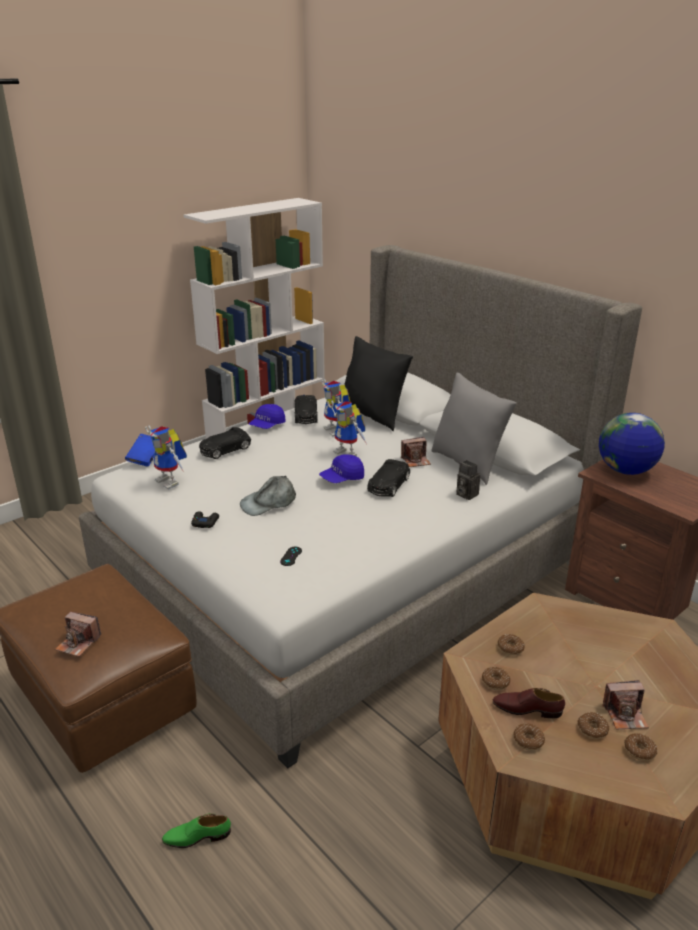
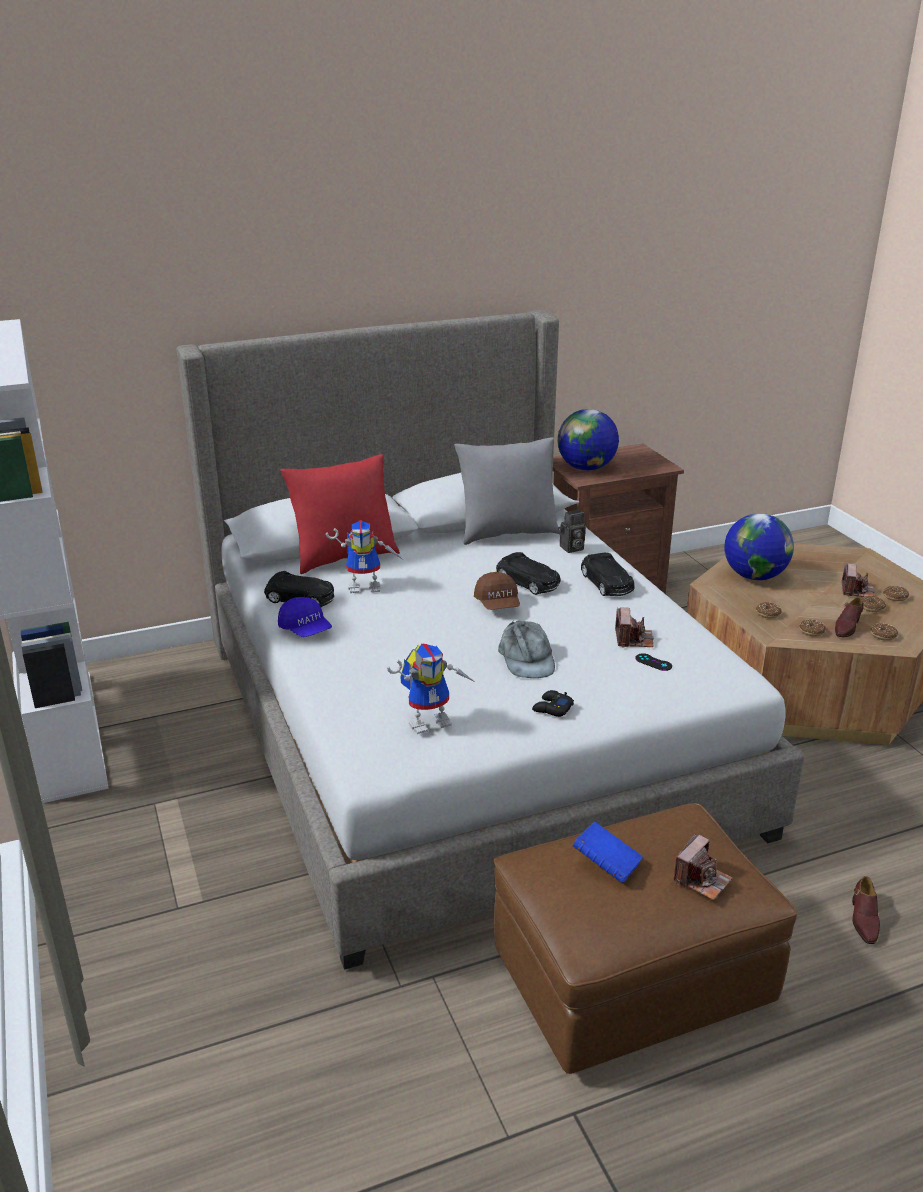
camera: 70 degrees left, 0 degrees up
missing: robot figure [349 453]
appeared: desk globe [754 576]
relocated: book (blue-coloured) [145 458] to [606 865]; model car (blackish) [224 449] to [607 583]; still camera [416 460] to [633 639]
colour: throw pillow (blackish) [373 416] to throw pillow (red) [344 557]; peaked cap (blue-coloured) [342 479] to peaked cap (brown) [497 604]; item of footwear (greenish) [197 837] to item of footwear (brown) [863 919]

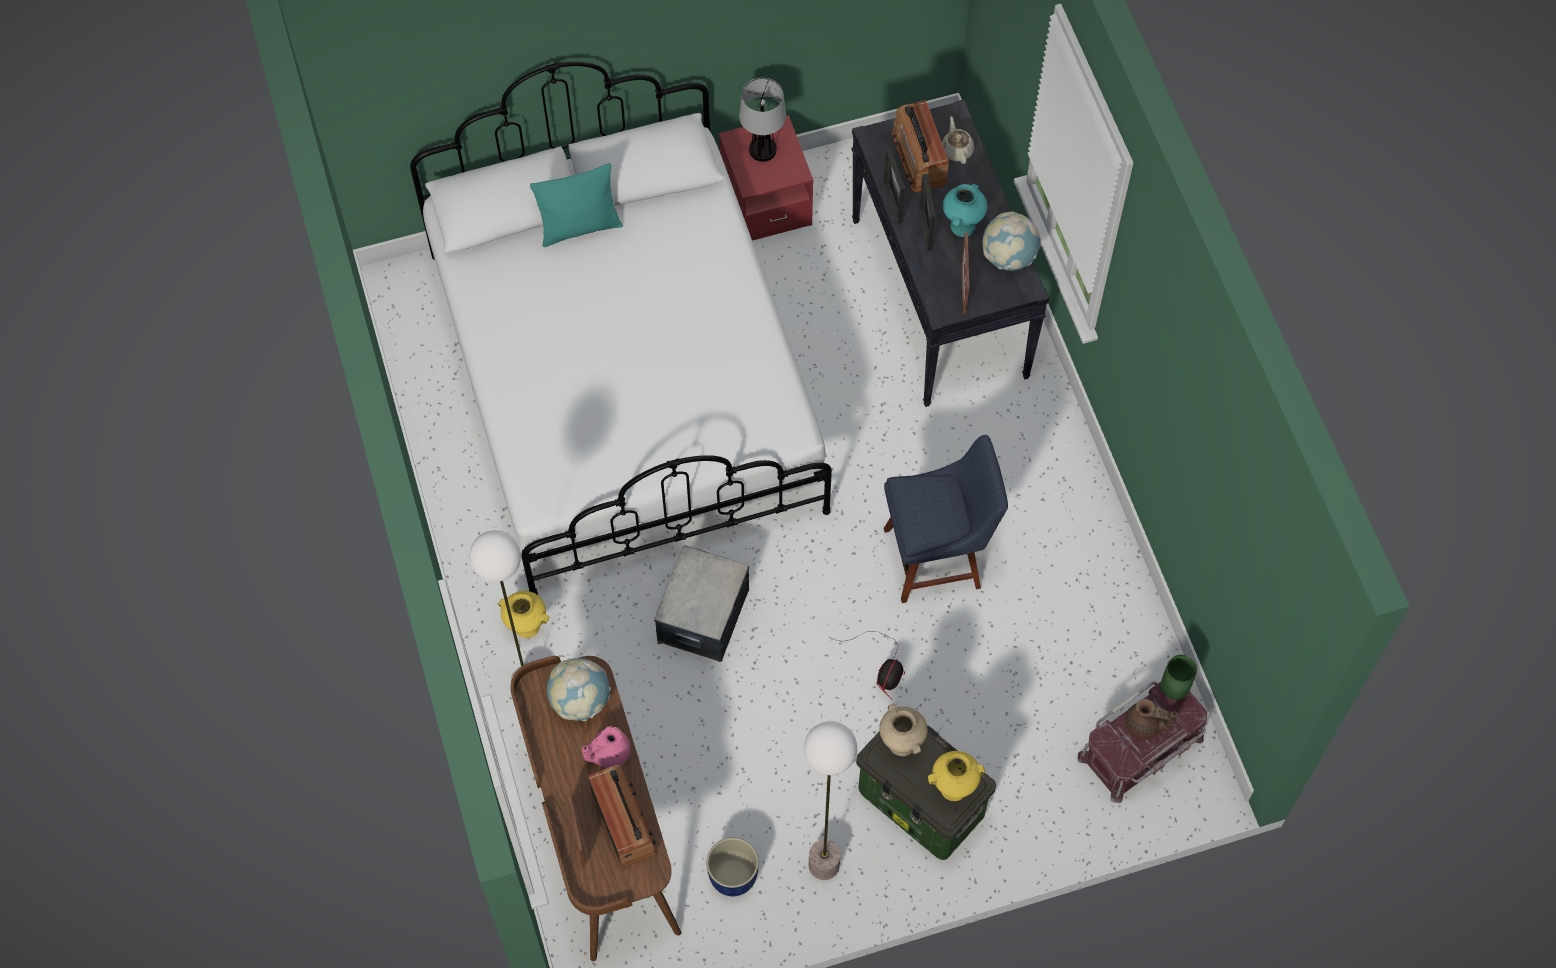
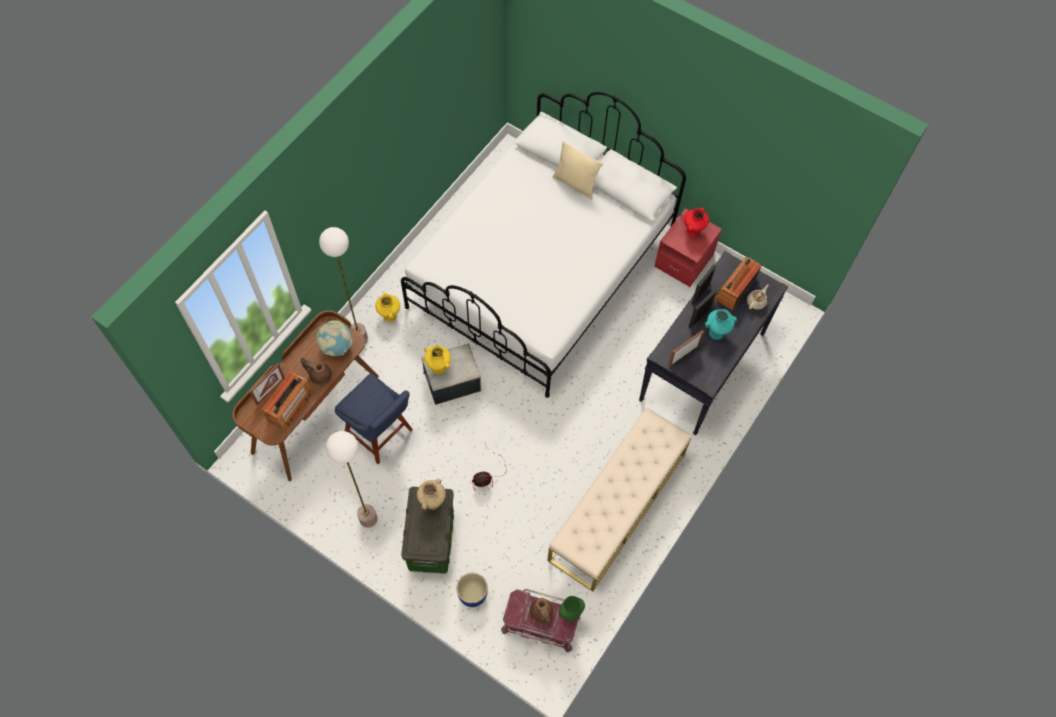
camera: 50 degrees right, 0 degrees up
missing: desk globe [1008 257]
appeared: indoor bench (beige-coloured) [617 507]
relocated: plain chair (blue-coloured) [938 557] to [381 434]; vase (yellow-coloured) [954 787] to [439 367]; flower pot (blue-coloured) [733 876] to [472 595]
exchanged: table lamp [763 150] to vase (red) [693 231]
colour: tea pot (pink) [608 753] to tea pot (brown) [320 375]; throw pillow (blue-green) [579 227] to throw pillow (beige-coloured) [575 184]

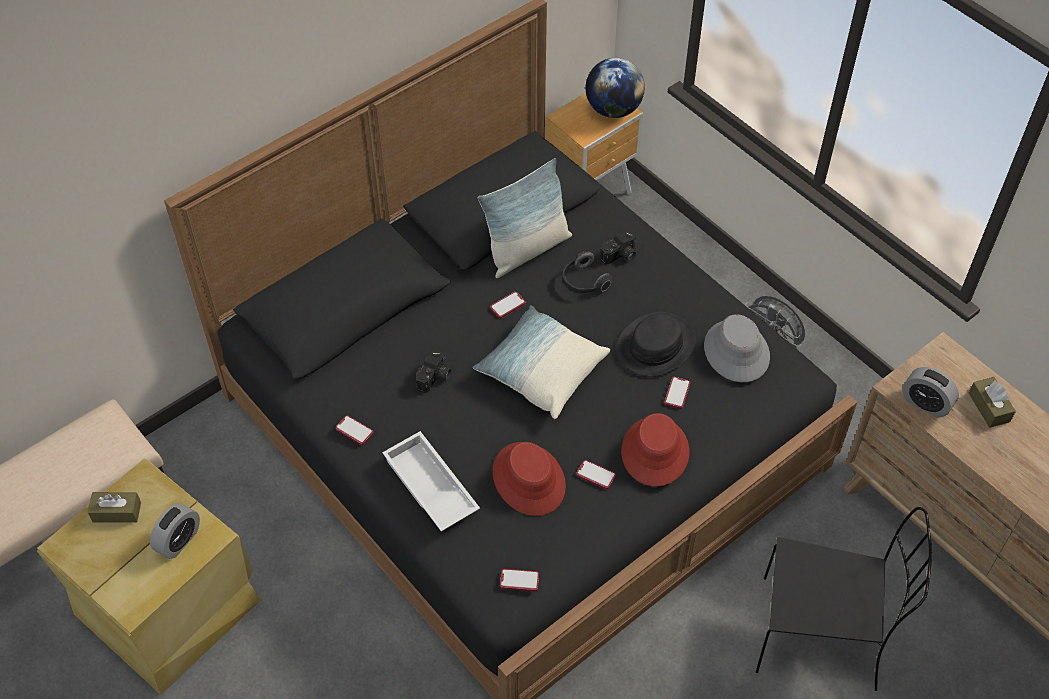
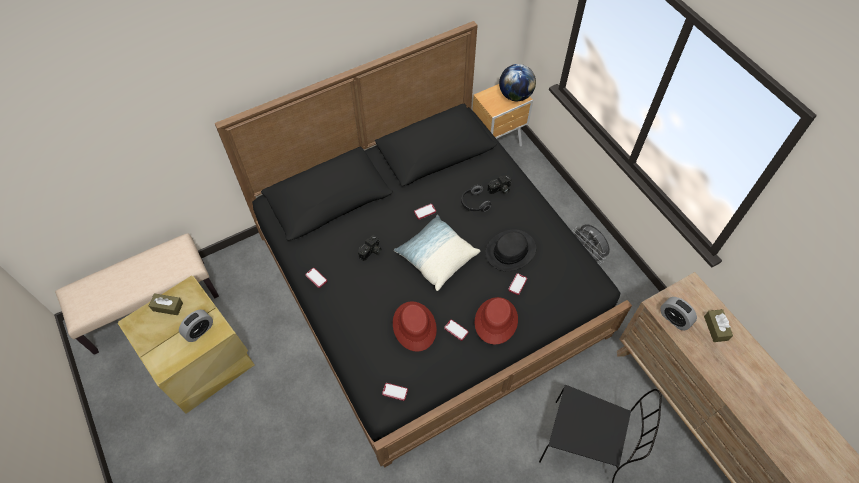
camera: 10 degrees right, 5 degrees up
missing: carrying tray (white-coloured) [429 487]; throw pillow [527 250]; hat (greyish) [736 352]

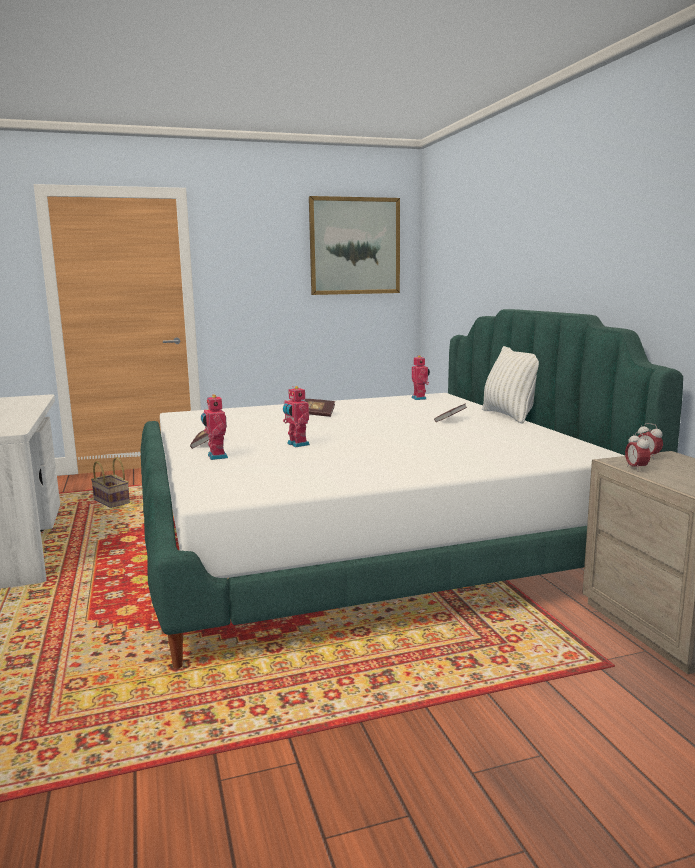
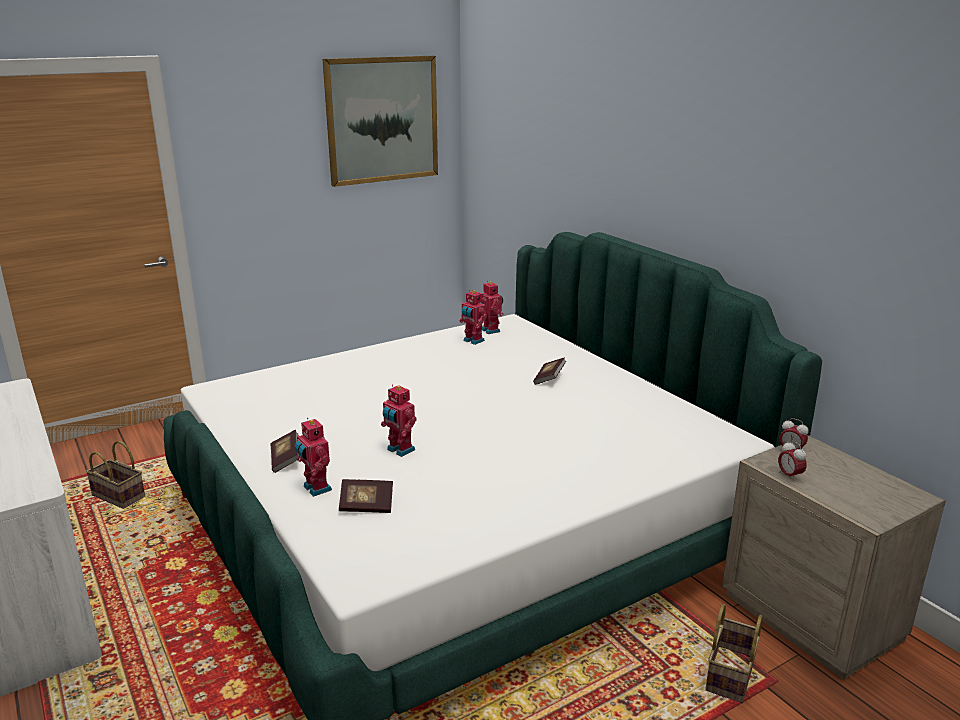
camera: 15 degrees left, 10 degrees up
missing: throw pillow (white-coloured) [510 416]
appeared: robot figure [473 341]; basket [731 677]
relocated: book [317 414] to [366 506]

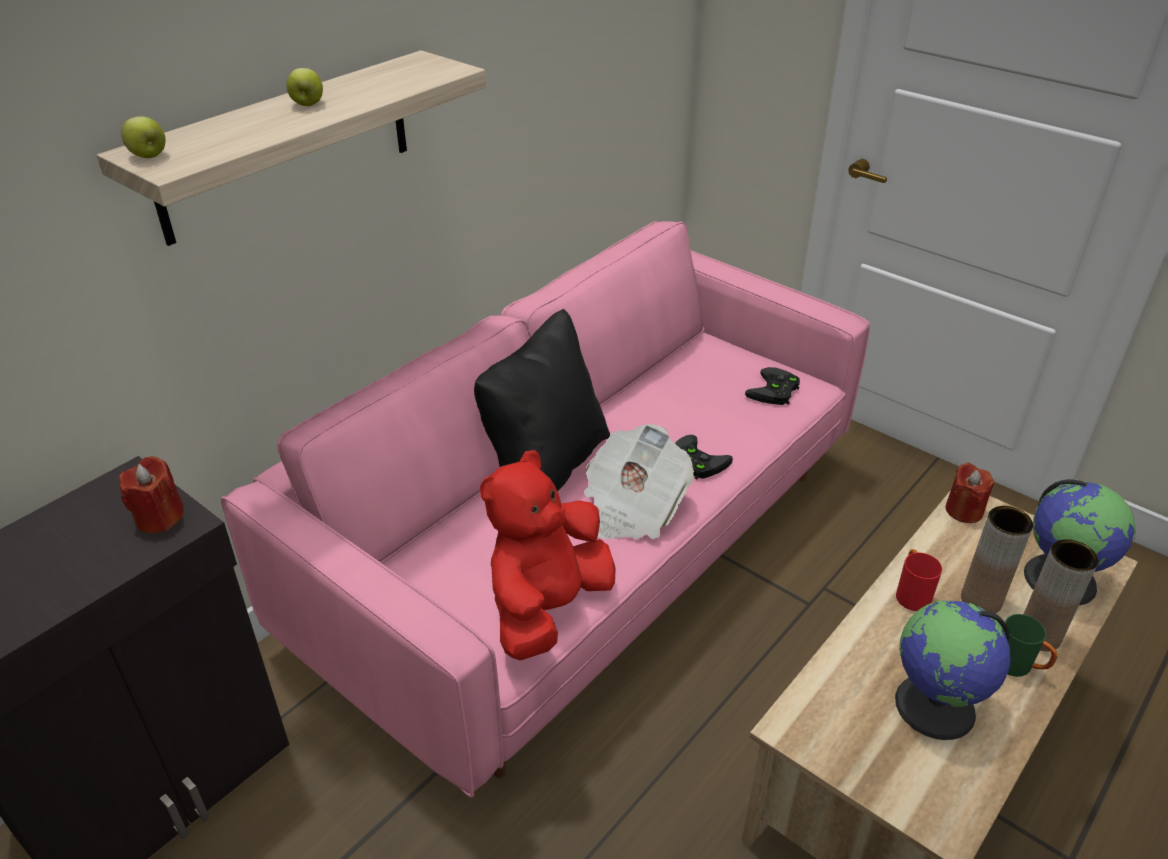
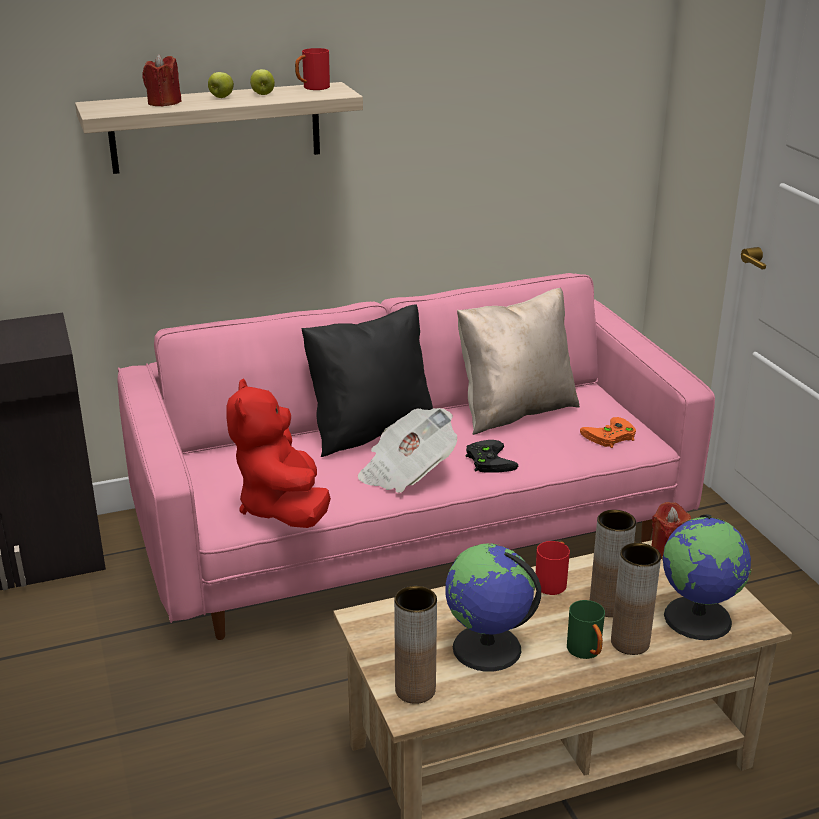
camera: 30 degrees right, 10 degrees down
appeared: mug (red) [312 88]; vase (brown) [415 690]; throw pillow (beige-coloured) [515 411]
relocated: candle (red) [159 517] to [164 103]; apple fruit [149 156] to [263 94]
colour: gamepad (blackish) [774 391] to gamepad (orange) [609 437]
spun: cuddly toy (red) [547 608] = [283 508] 75 degrees counterclockwise

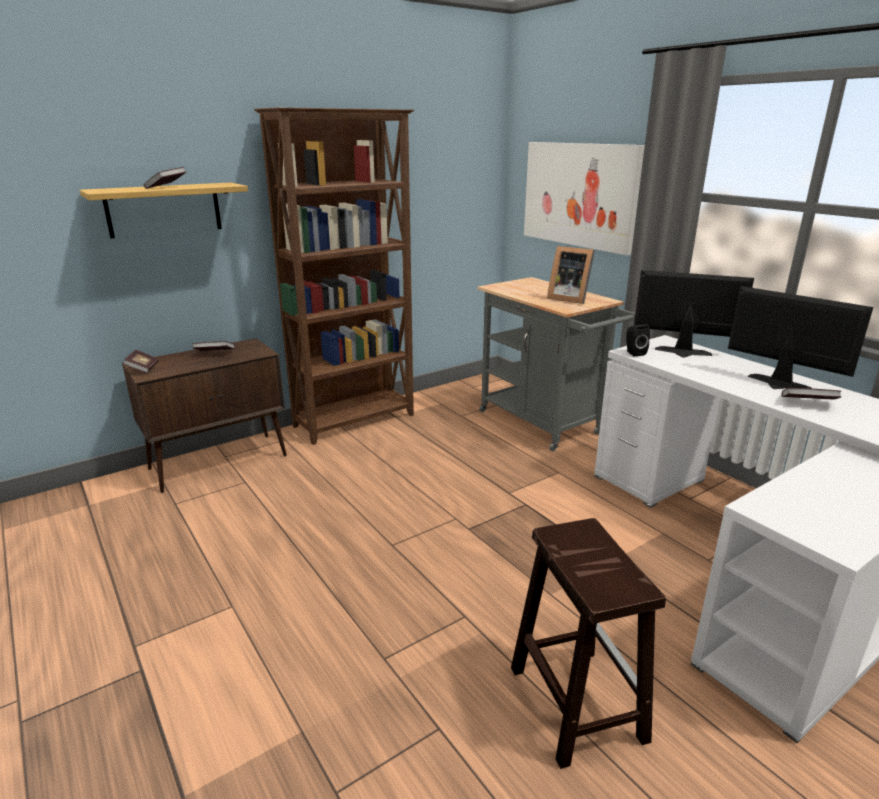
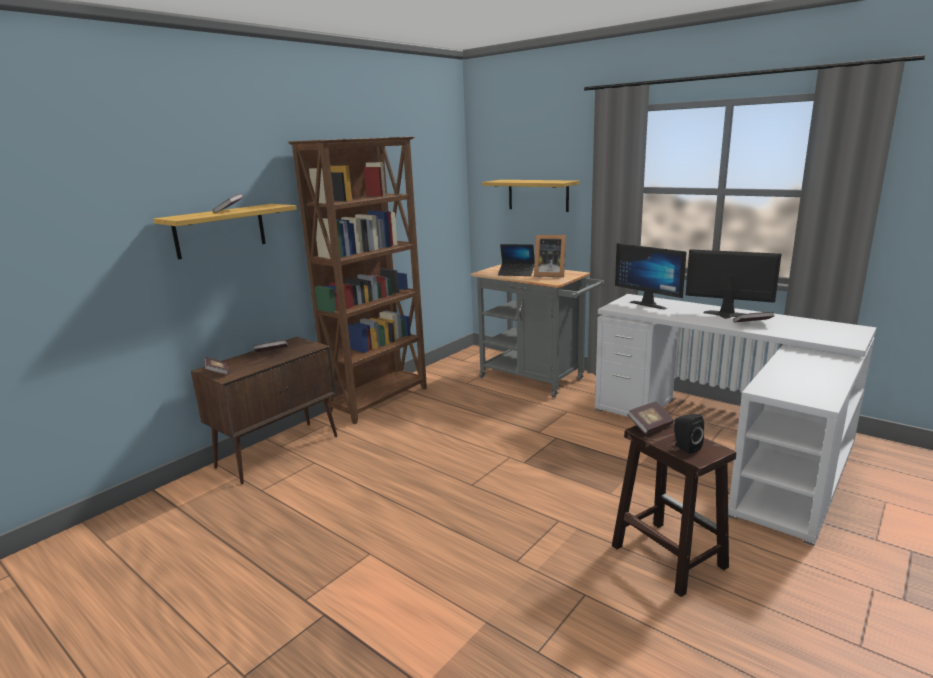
camera: 15 degrees left, 5 degrees down
appeared: portable computer [516 273]; book [650 426]
relocated: loudspeaker (blackish) [634 353] to [685 447]
exchanged: picture [579 195] to wall shelf [538 195]
spun: monitor [683 353] = [650 304] 135 degrees counterclockwise

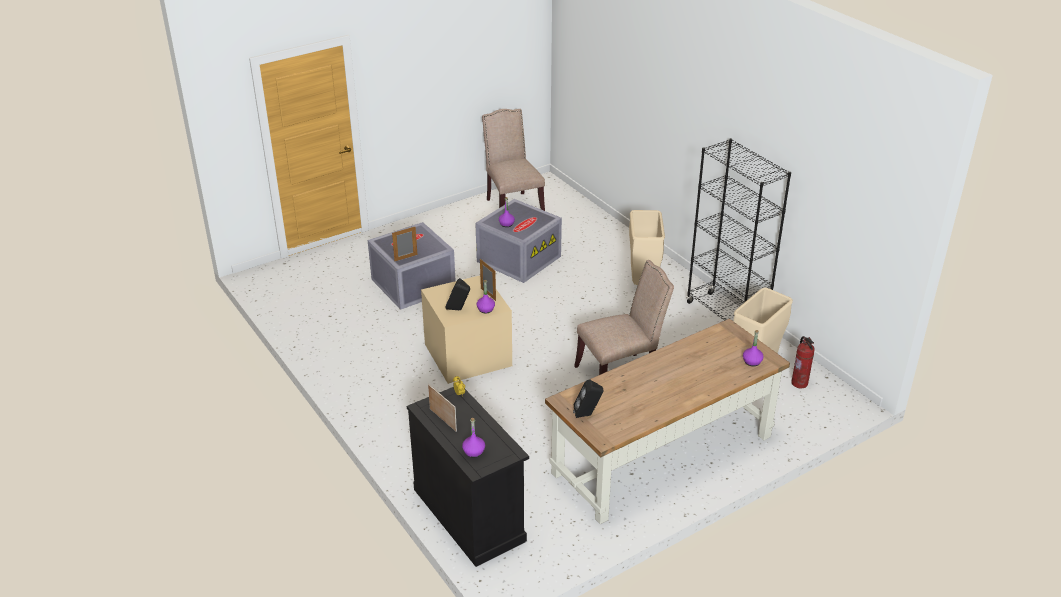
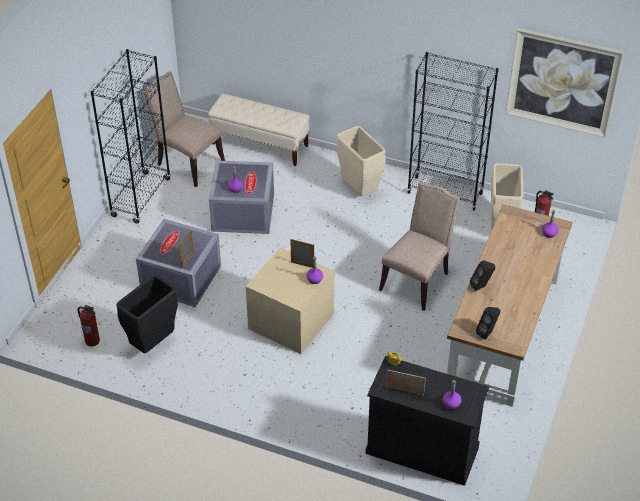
camera: 35 degrees left, 10 degrees up
appeared: fire extinguisher [92 340]; shelving unit (blackish) [141 197]; trash can (blackish) [153 344]; indoor bench (beige-coloured) [260 145]; picture [563 82]
relocated: loudspeaker (blackish) [458 310] to [481 286]

